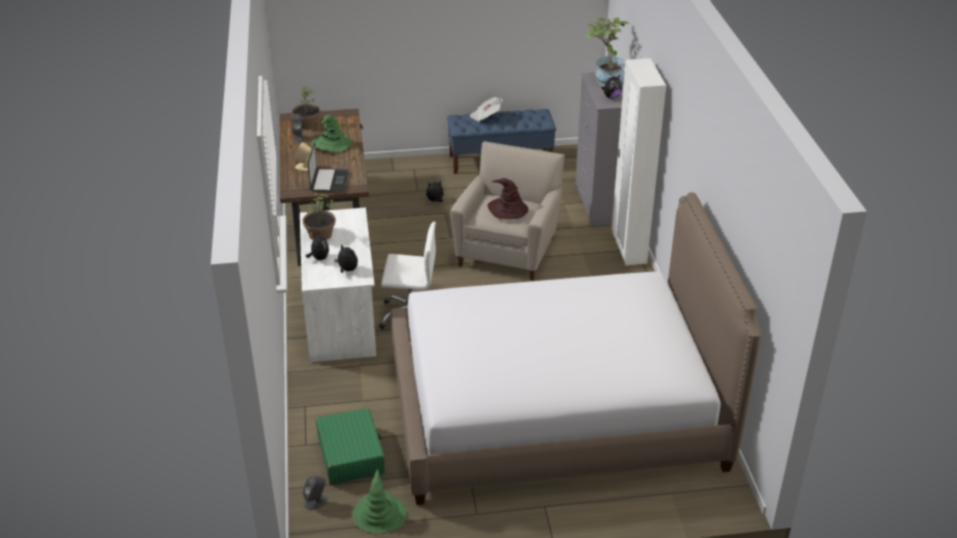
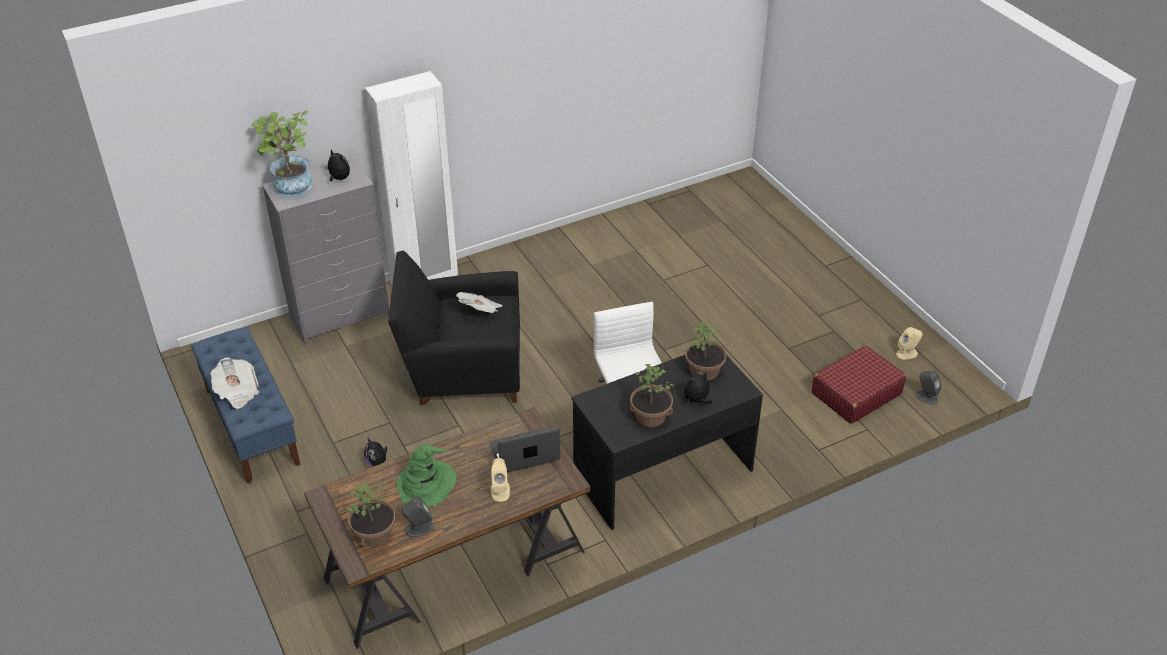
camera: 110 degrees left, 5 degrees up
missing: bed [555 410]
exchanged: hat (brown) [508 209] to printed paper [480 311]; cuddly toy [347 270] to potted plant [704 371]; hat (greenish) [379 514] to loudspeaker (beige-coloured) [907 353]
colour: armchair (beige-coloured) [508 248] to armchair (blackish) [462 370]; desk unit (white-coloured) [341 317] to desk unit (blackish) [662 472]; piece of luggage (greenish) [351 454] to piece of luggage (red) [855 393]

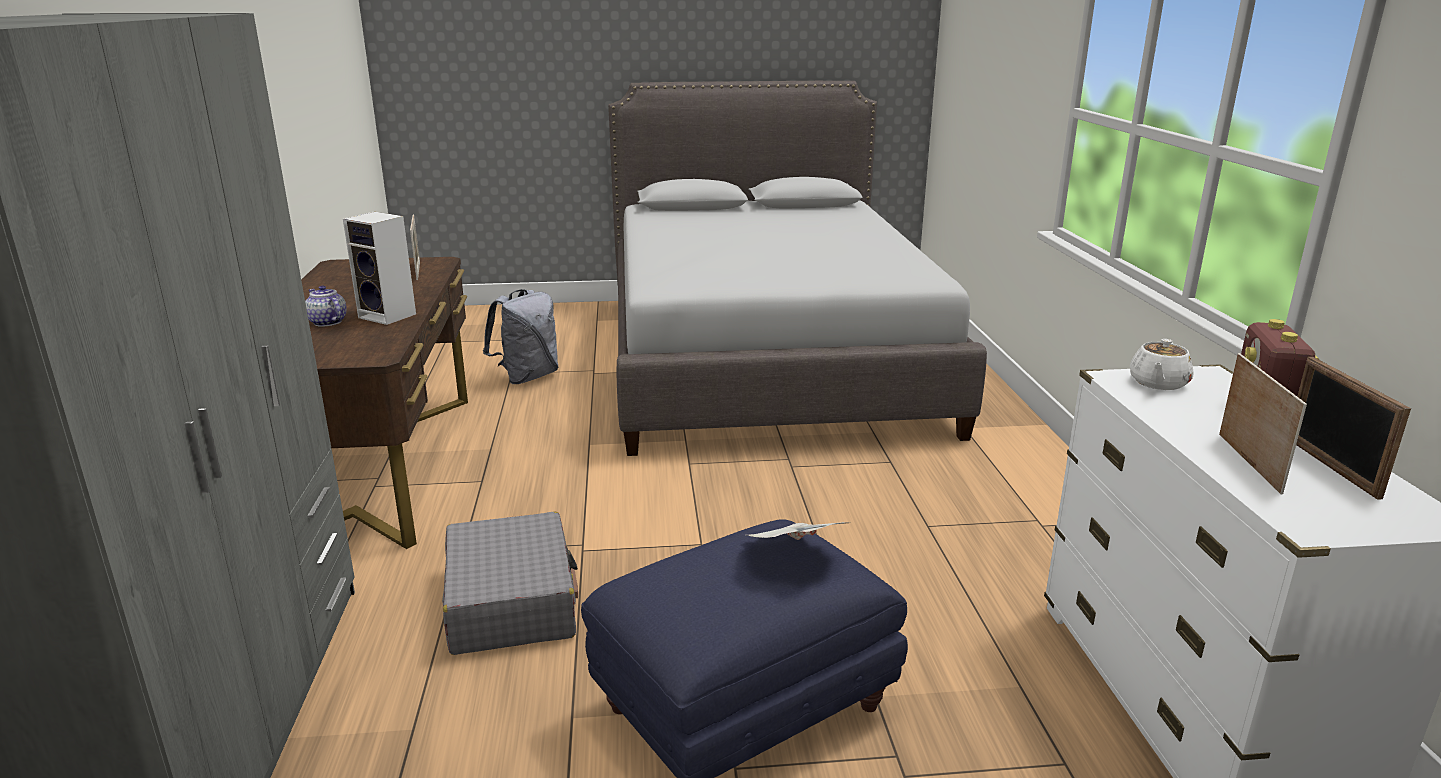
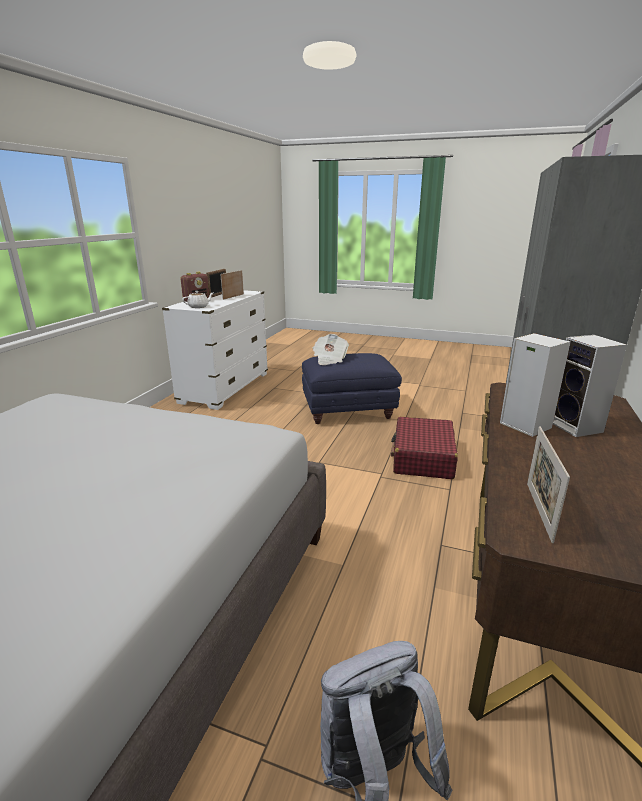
camera: 155 degrees left, 0 degrees up
exchanged: tea pot [327 322] to loudspeaker [577 427]
colour: piece of luggage (greyish) [511 601] to piece of luggage (red) [422 458]

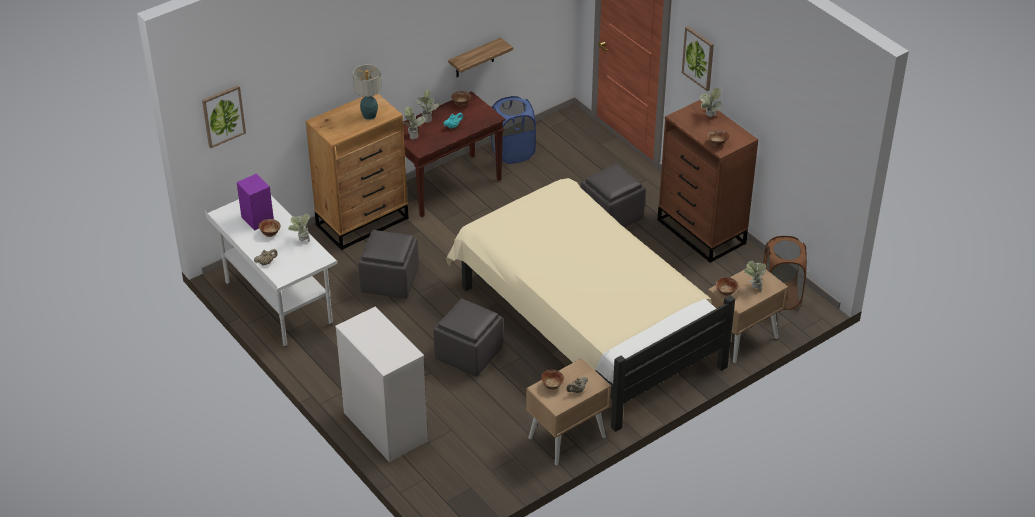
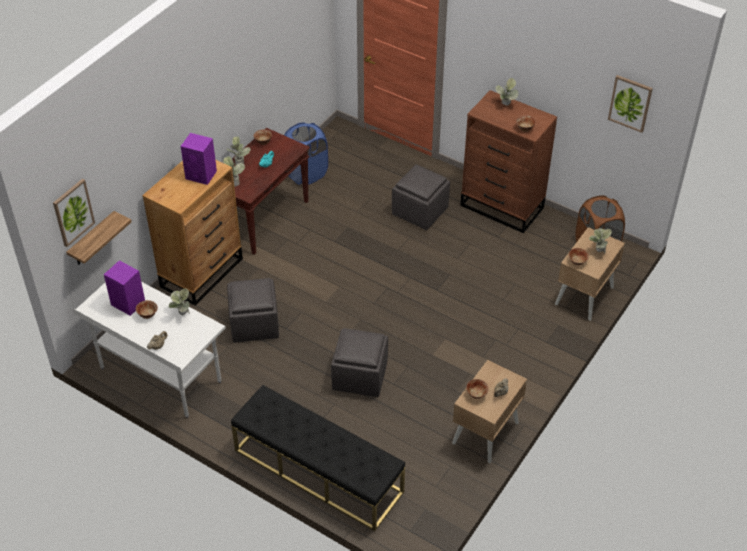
camera: 20 degrees left, 5 degrees up
missing: bed (beige-coloured) [585 321]
relocated: wall shelf [474 58] to [92 240]; picture [698 58] to [630 103]
exchanged: table lamp [370 115] to loudspeaker (purplish) [201 175]; drawer chest (white-coloured) [384 426] to indoor bench (blackish) [318 471]

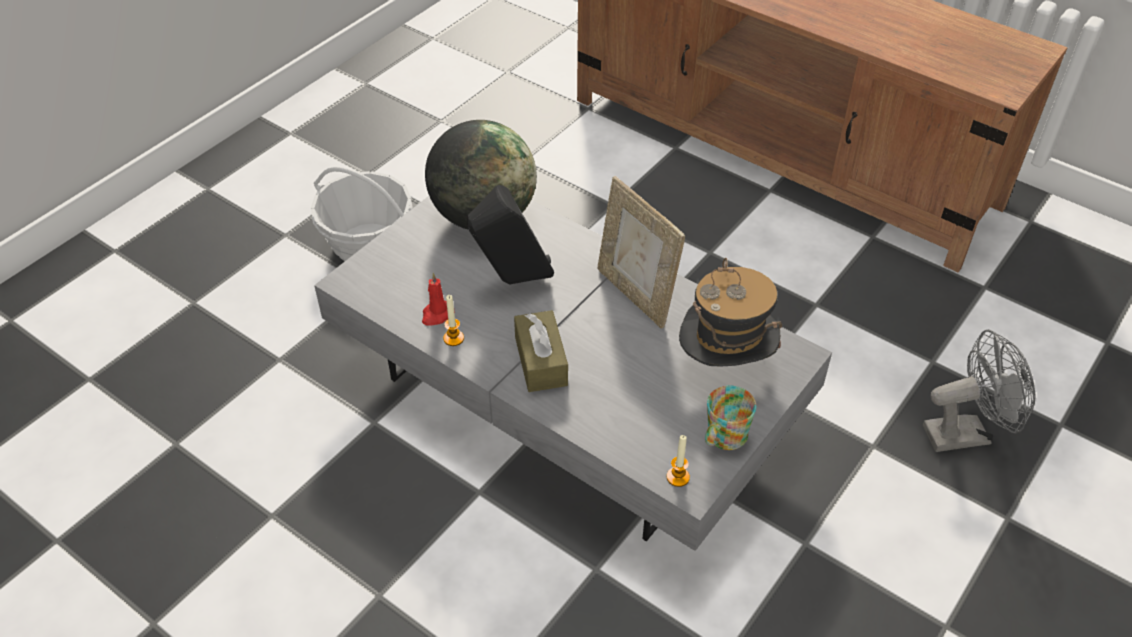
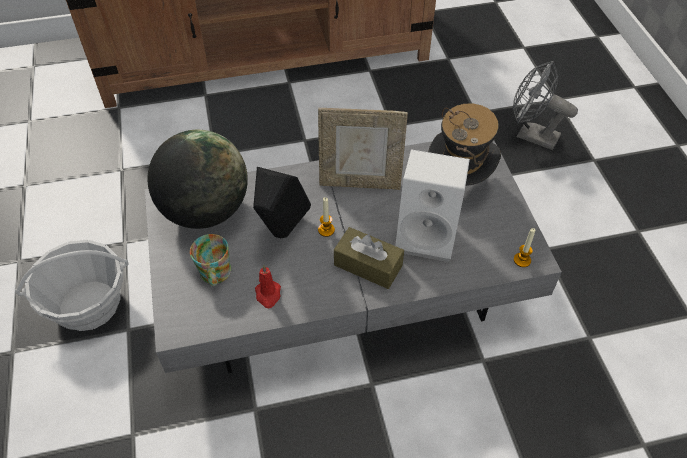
camera: 50 degrees left, 5 degrees up
appeared: loudspeaker (white-coloured) [428 235]
relocated: mug [722 437] to [214 275]; candle [453 338] to [326 230]
spun: fan (greyish) [965 433] = [531 135] 90 degrees counterclockwise

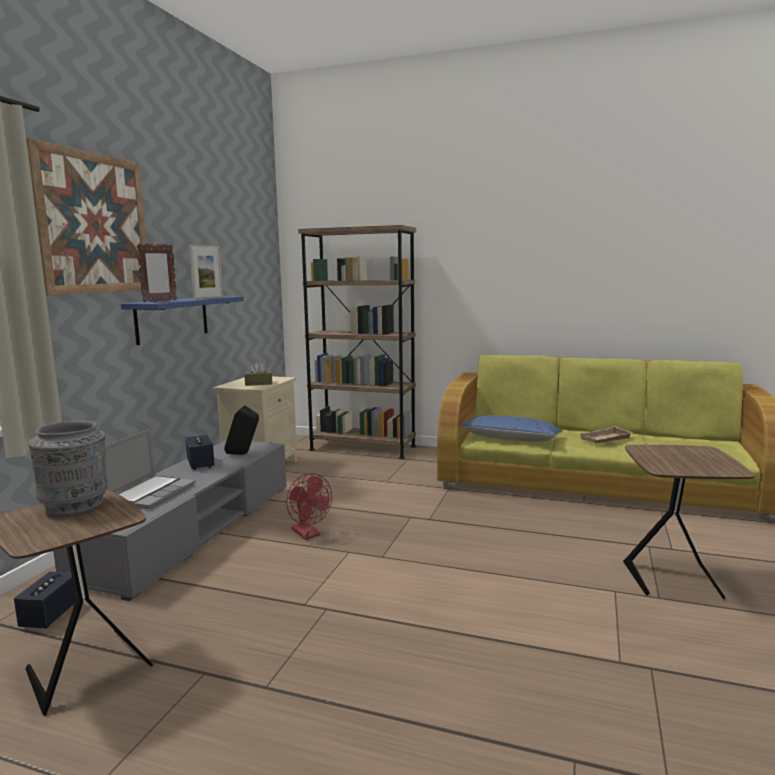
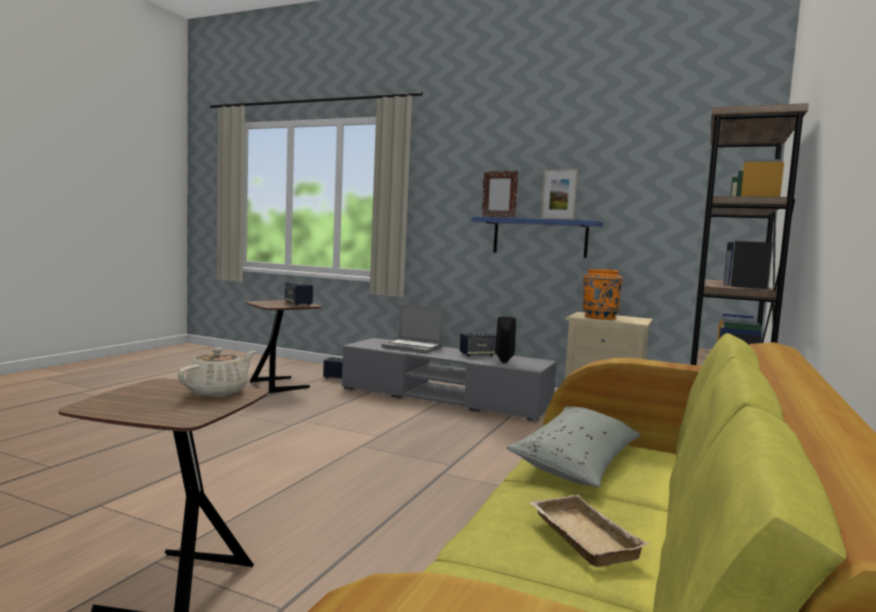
camera: 95 degrees right, 5 degrees down
missing: picture [93 223]; fan (red) [308 534]
appeared: tea pot (beige-coloured) [218 392]
exchanged: vase (greyish) [76 506] to loudspeaker [298 304]; box of tissues (brown) [258 383] to vase (orange) [599 317]
colour: throw pillow (blue-coloured) [510 439] to throw pillow (greyish) [577 461]

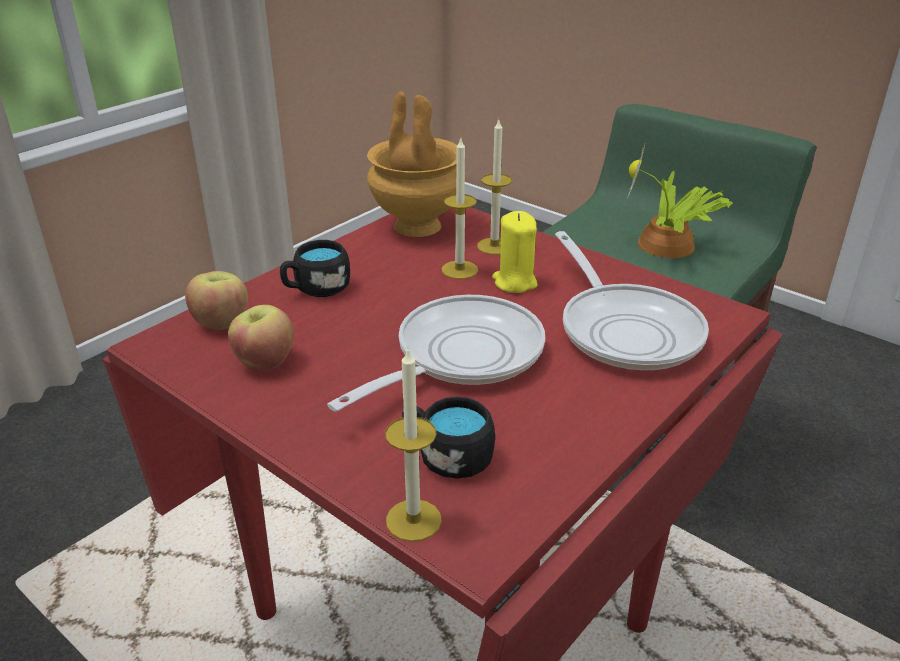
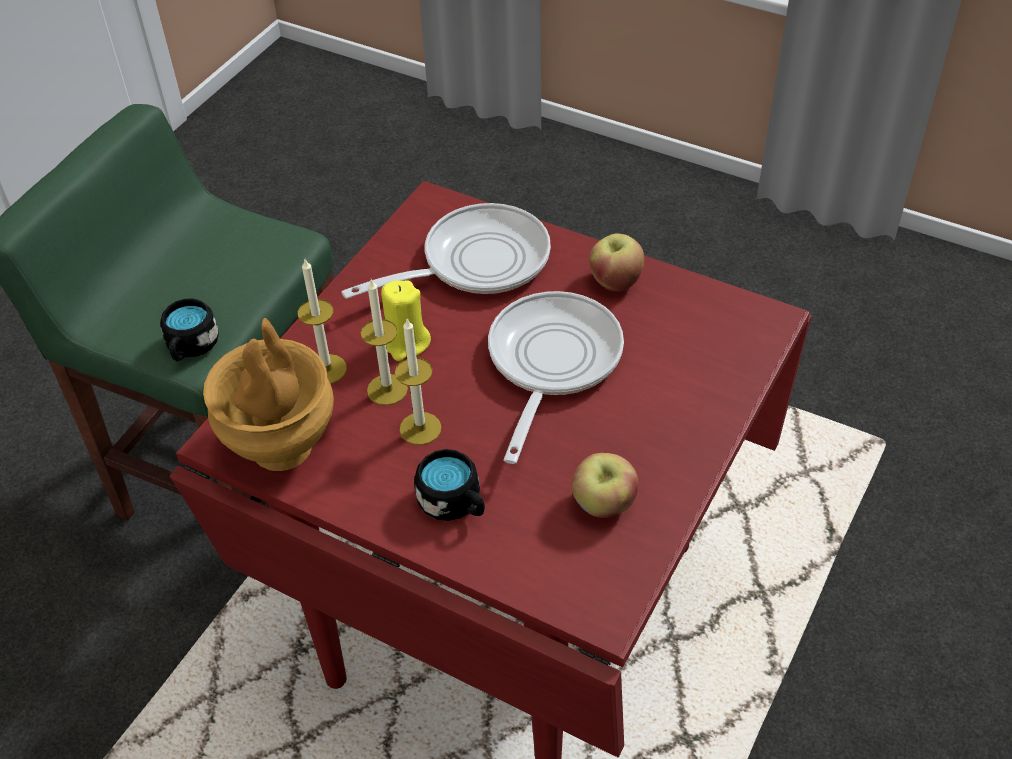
camera: 100 degrees left, 15 degrees up
missing: potted plant [669 246]
relocated: mug (blackish) [446 456] to [191 348]; candle [413 520] to [420 428]; apple fruit [222 322] to [615 281]
spun: pan [460 356] = [550 363] 75 degrees clockwise

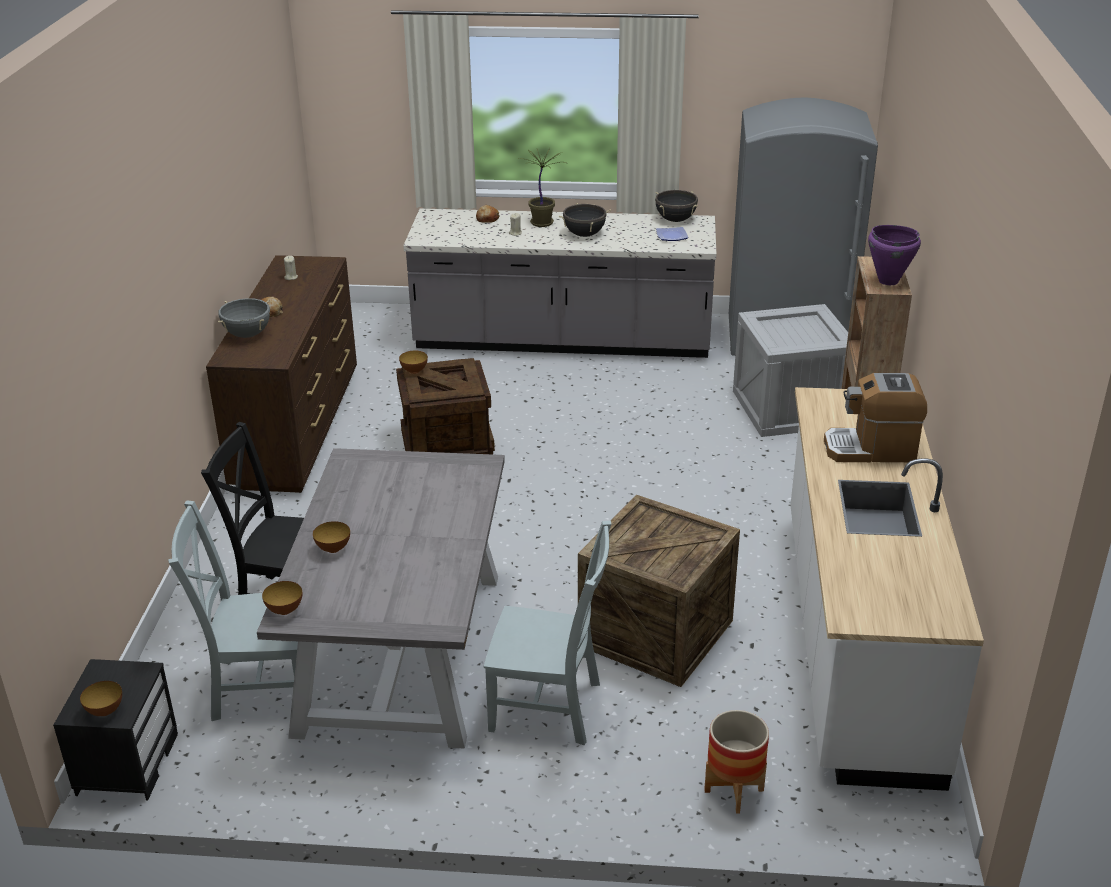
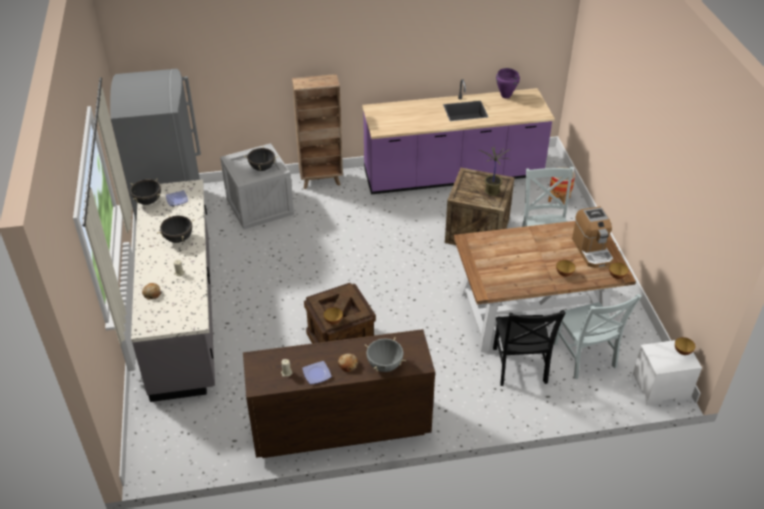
camera: 105 degrees left, 10 degrees up
appeared: cooking pot (blackish) [262 168]; dinner plate [317 374]
relocated: potted plant [543 223] to [491 191]; cooking pot (purplish) [888 281] to [505 96]; coffee maker [871 449] to [592 250]
colour: counter (white-coloured) [855 638] to counter (purplish) [453 175]; kitchen table (greyish) [401 650] to kitchen table (brown) [532 312]; bedside table (blackish) [126 763] to bedside table (white-coloured) [660 388]

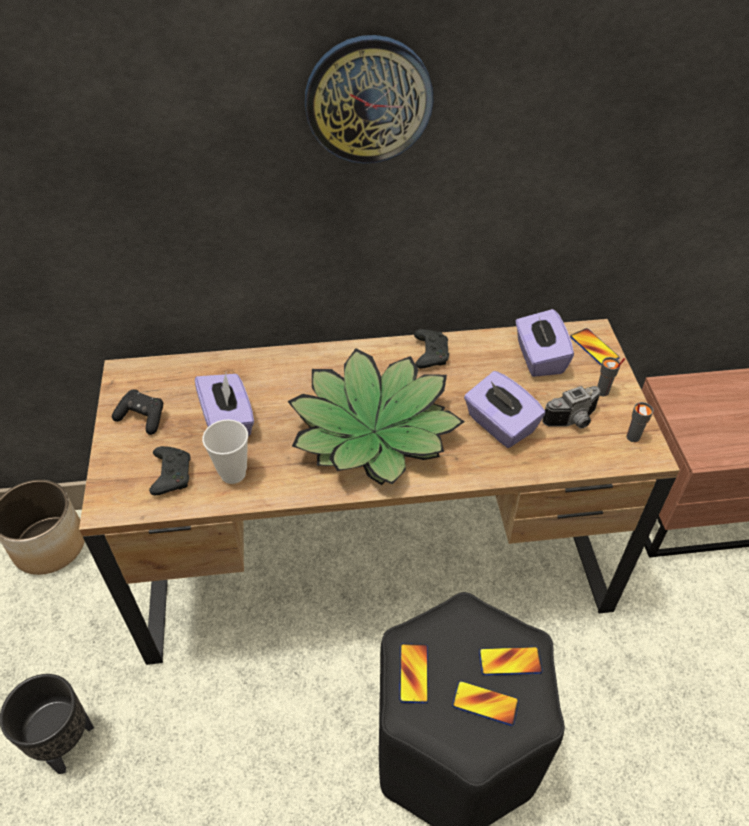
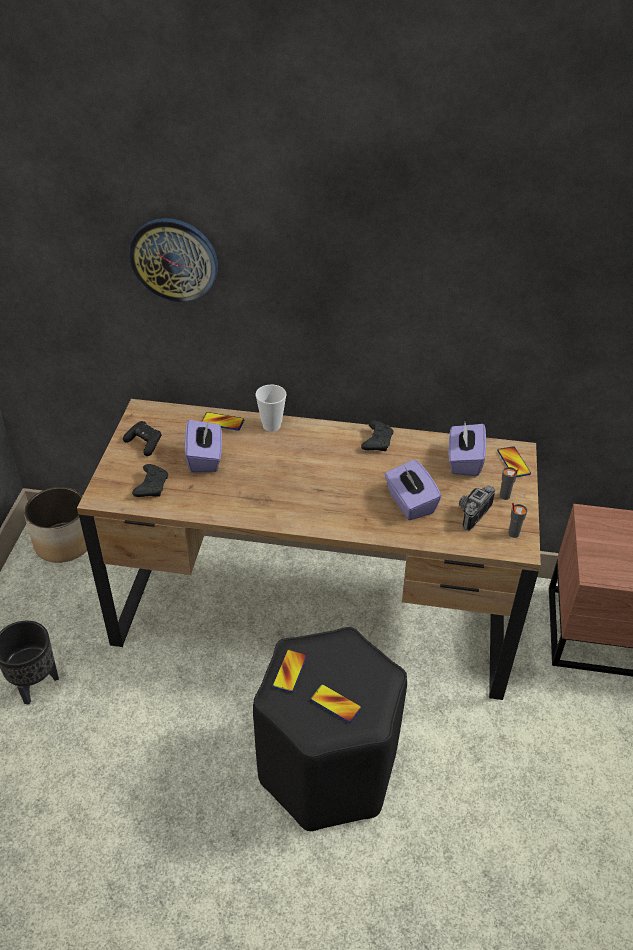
camera: 15 degrees right, 5 degrees down
missing: potted plant [374 431]
relocated: clock on the wall [368 100] to [174 259]; handset [510 661] to [222 422]; small cup [233 473] to [271 426]
spun: still camera [574 421] = [470 512] 135 degrees clockwise

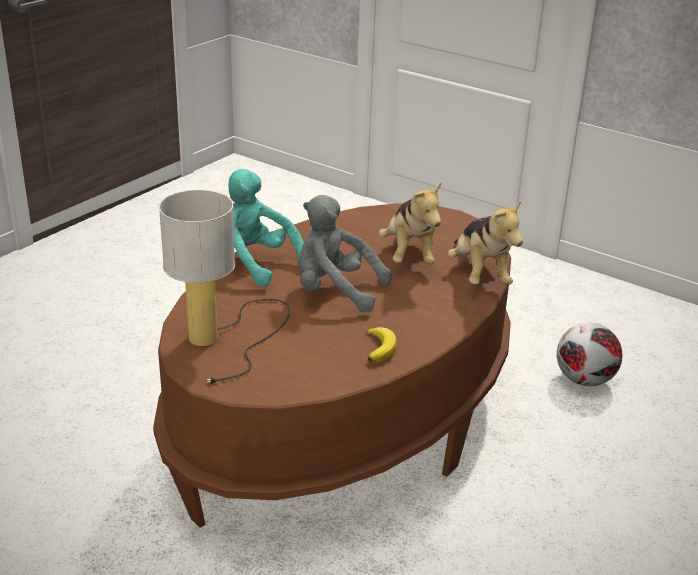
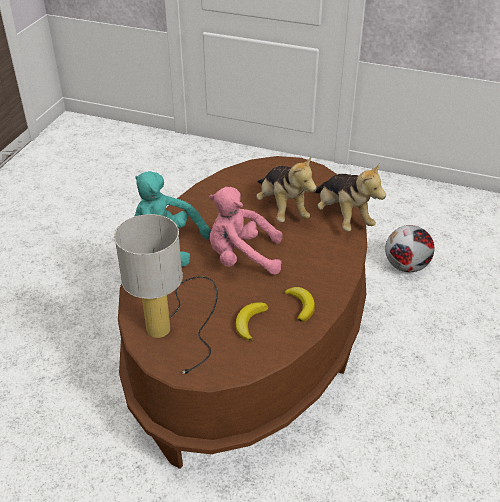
camera: 15 degrees left, 10 degrees up
appeared: banana fruit [250 322]
colour: cuddly toy (greyish) [335 291] to cuddly toy (pink) [242 257]

